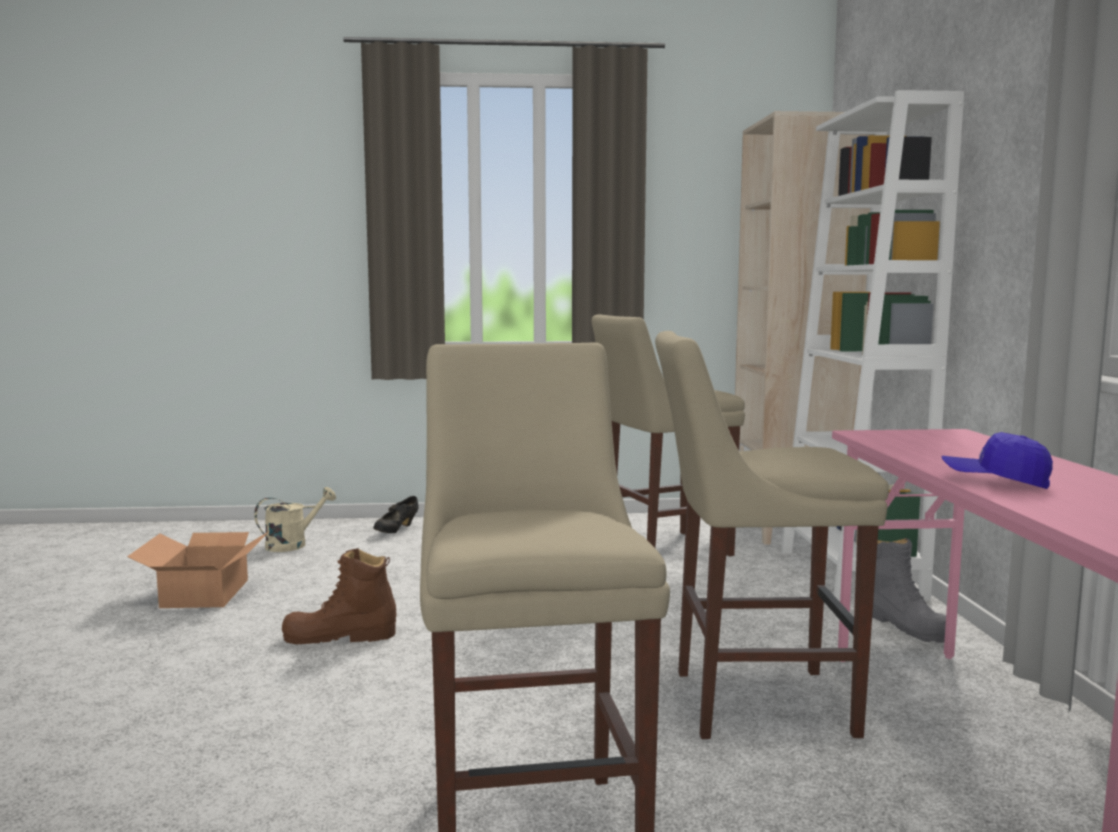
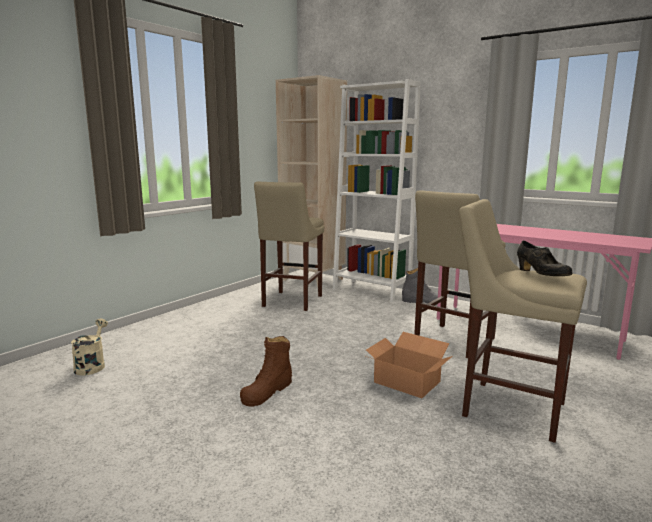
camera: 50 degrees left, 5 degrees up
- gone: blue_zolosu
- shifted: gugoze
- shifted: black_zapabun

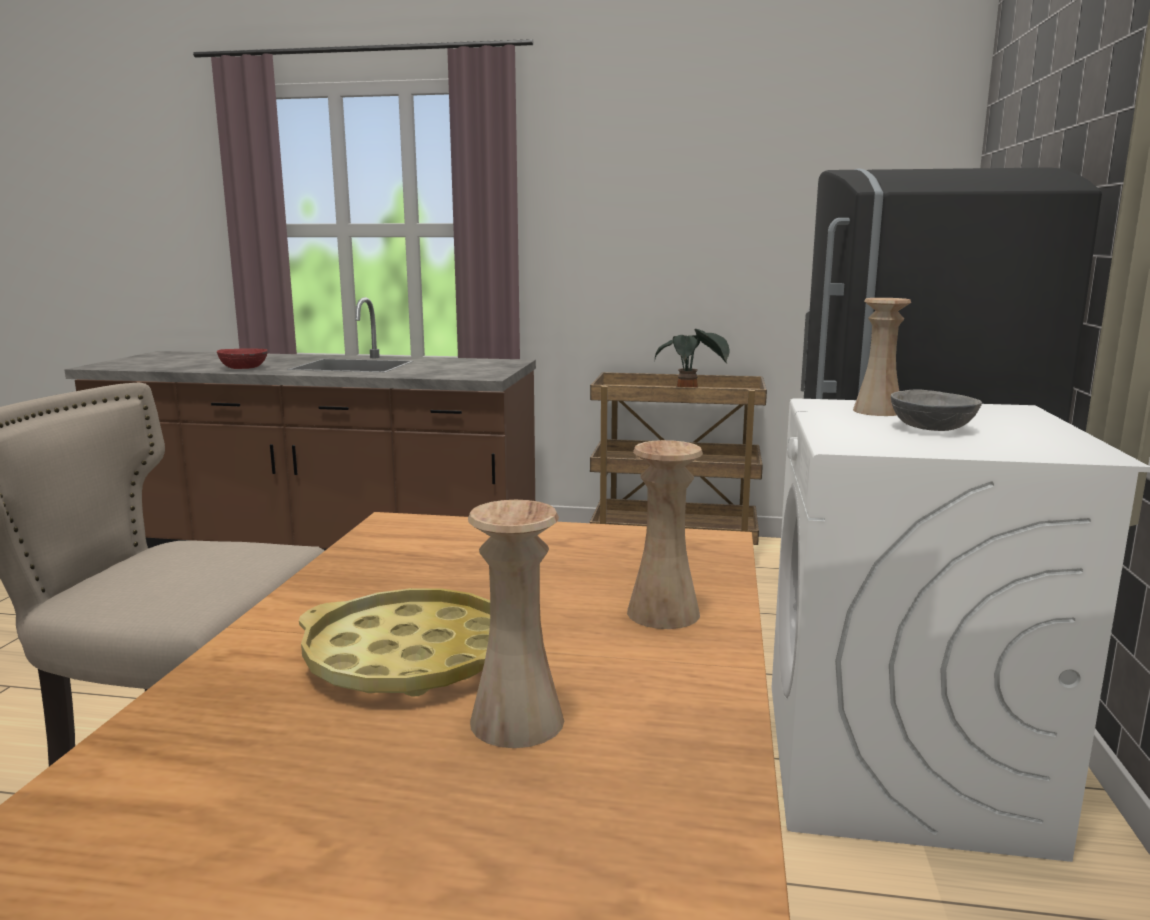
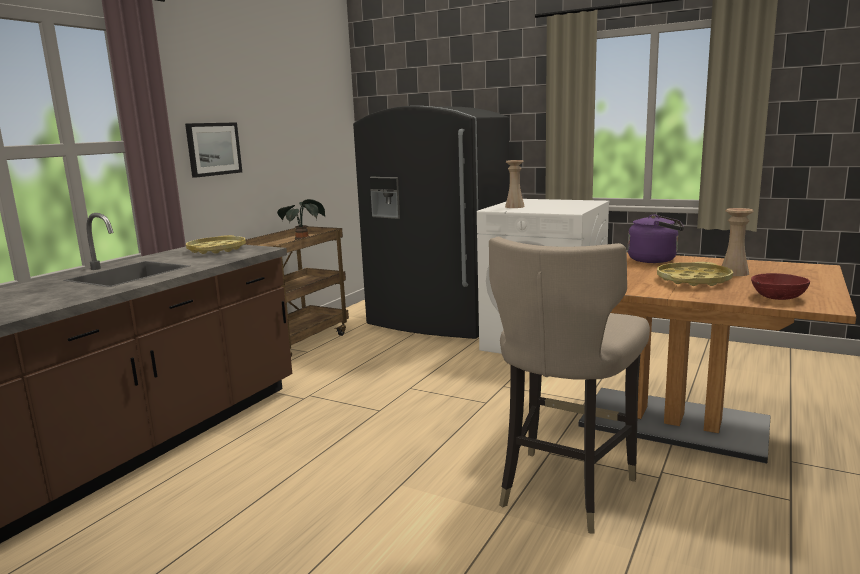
camera: 70 degrees left, 0 degrees up
- gone: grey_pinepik
- new: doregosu
- new: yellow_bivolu (no. 1 from left)
- shifted: red_pinepik
- swapped: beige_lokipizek (no. 2 from left) to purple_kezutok

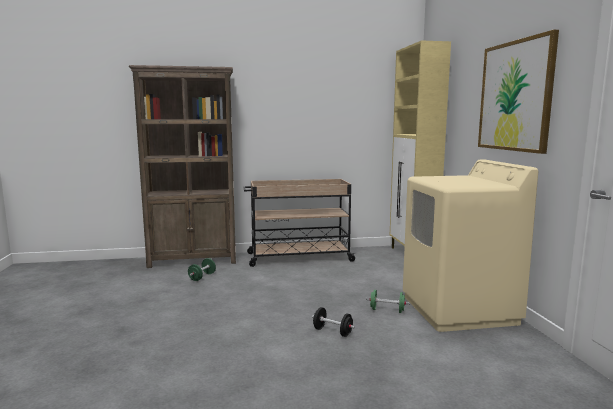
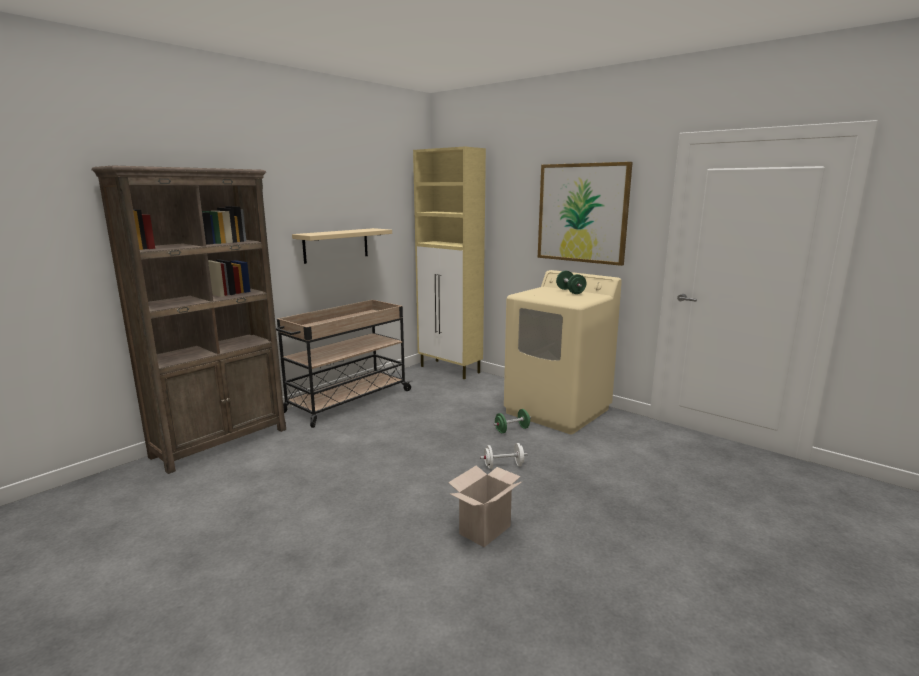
camera: 40 degrees left, 5 degrees up
- new: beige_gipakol
- new: gugoze
- shifted: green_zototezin (no. 1 from left in the first image) to green_zototezin (no. 2 from left)
- repainted: black_zototezin to white_zototezin

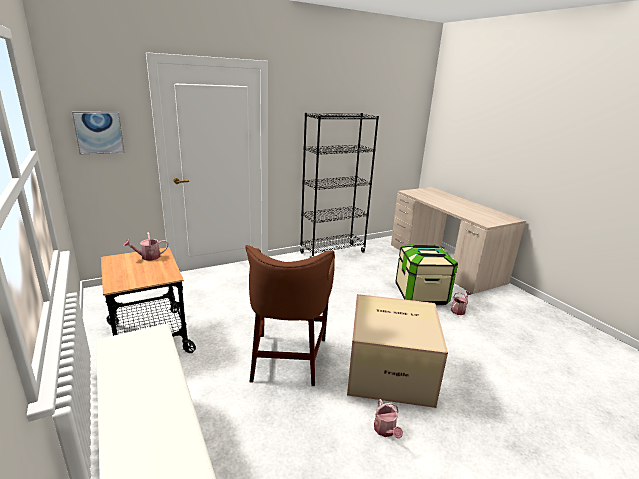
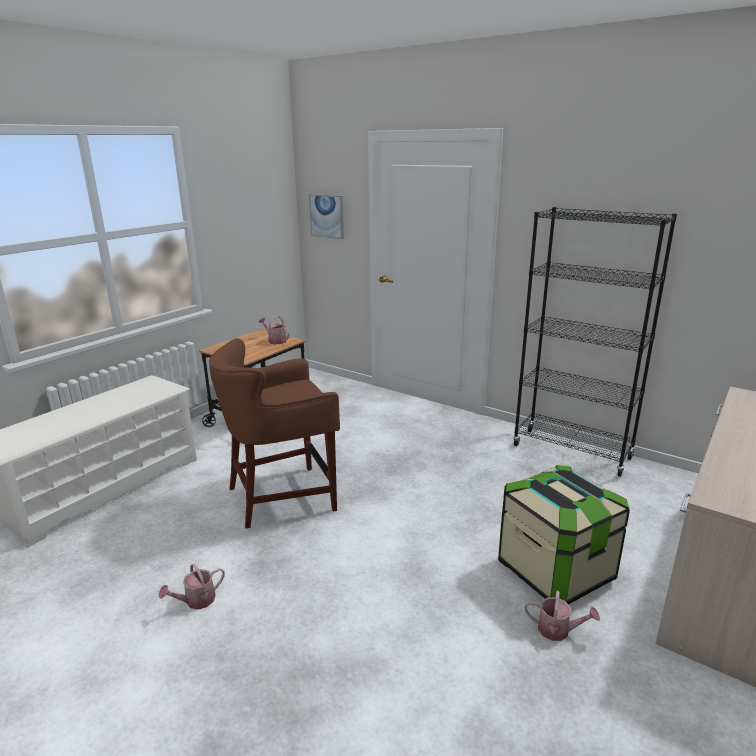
camera: 65 degrees right, 0 degrees up
- gone: gugoze

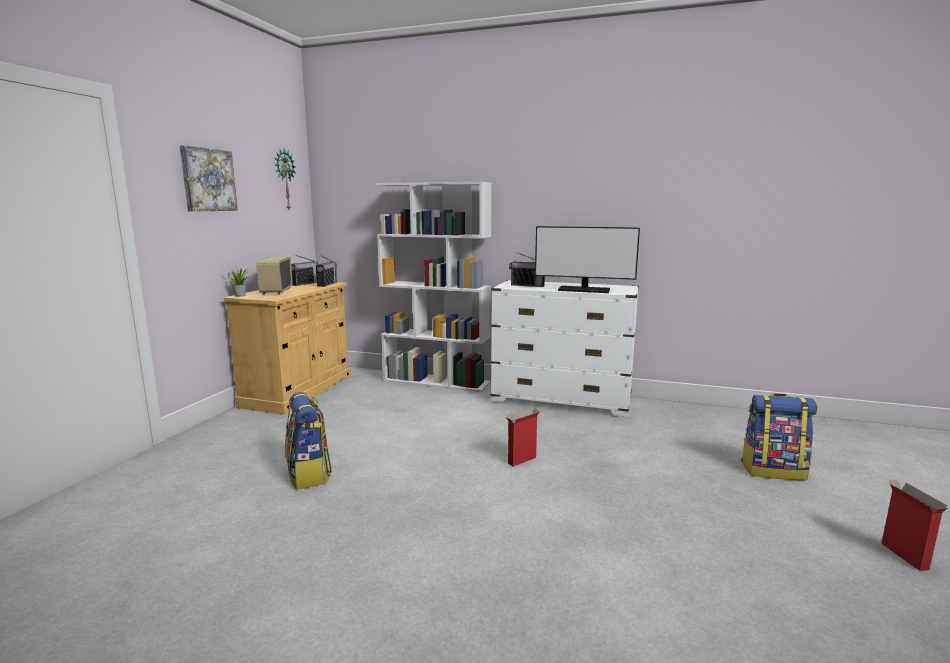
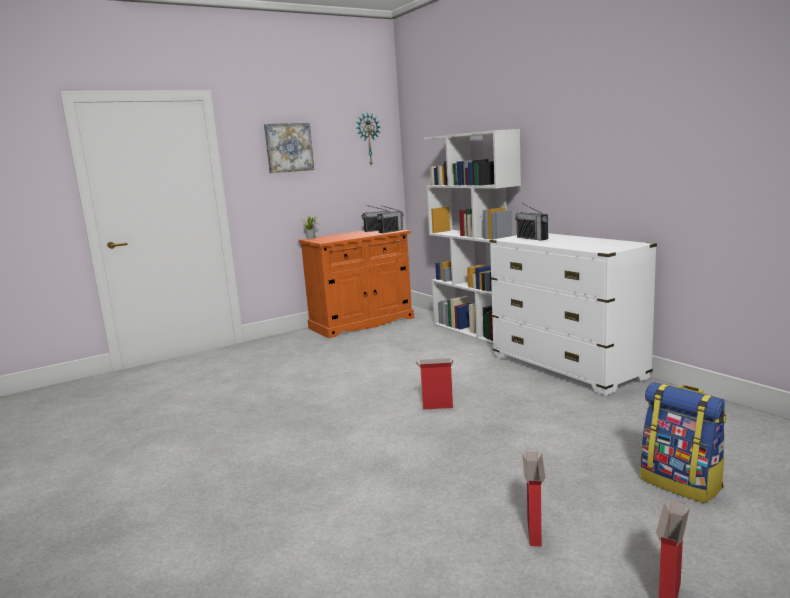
camera: 40 degrees right, 0 degrees up
- gone: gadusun (no. 1 from left)
- gone: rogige (no. 1 from left)
- gone: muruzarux
- new: gugoze (no. 2 from left)
- repainted: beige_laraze to orange_laraze

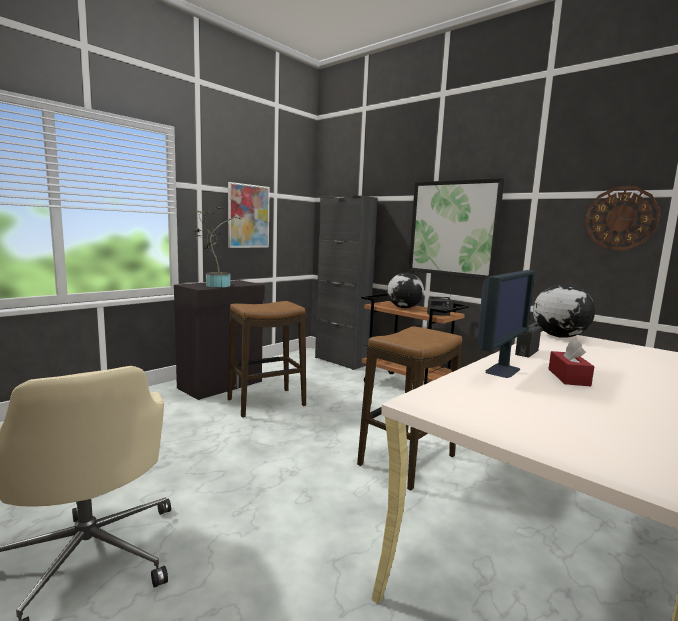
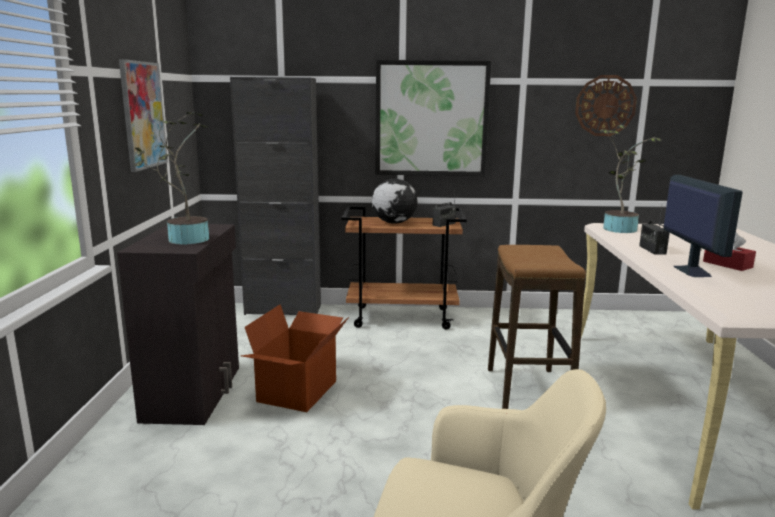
camera: 40 degrees left, 5 degrees up
- swapped: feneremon (no. 1 from left) to gugoze
- swapped: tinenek (no. 2 from left) to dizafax (no. 2 from left)

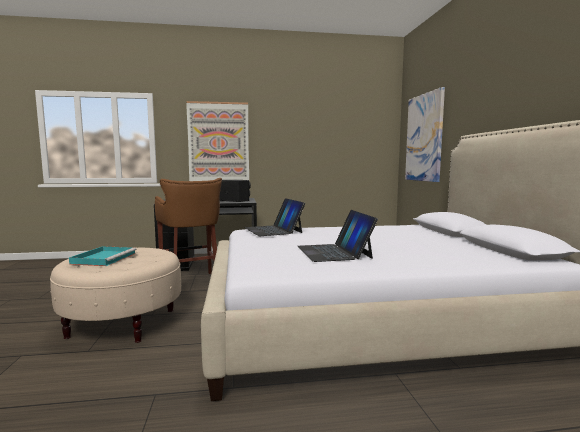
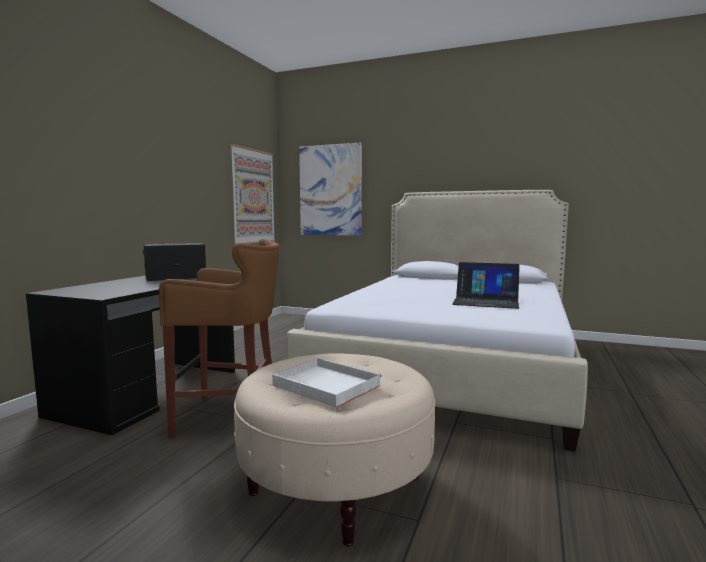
camera: 60 degrees left, 0 degrees up
- gone: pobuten (no. 1 from left)
- shifted: doregosu (no. 1 from left)
- repainted: turquoise_bivolu to white_bivolu

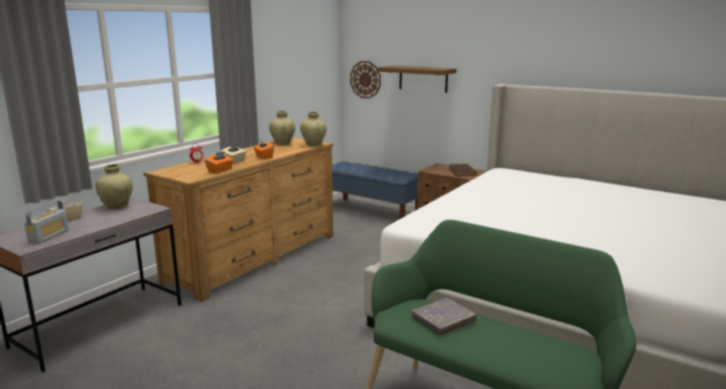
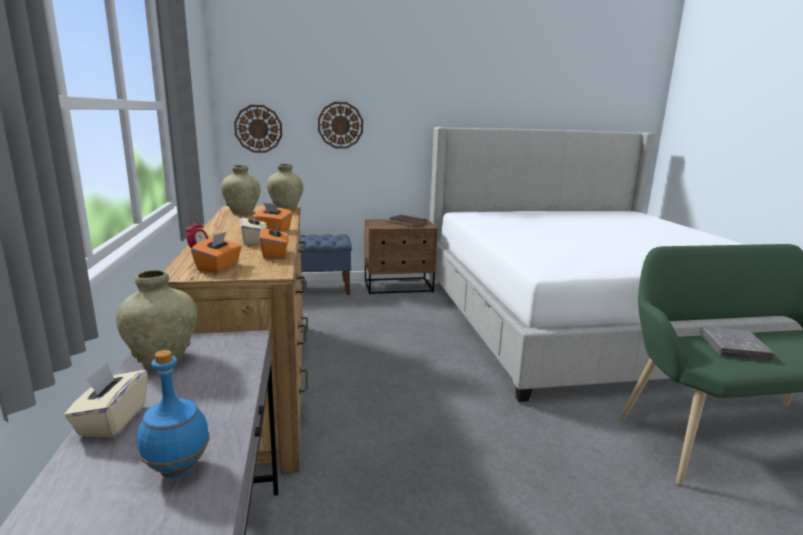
camera: 45 degrees left, 0 degrees up
- new: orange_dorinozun (no. 1 from left)
- swapped: gadusun to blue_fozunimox
- swapped: gipakol to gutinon (no. 2 from left)

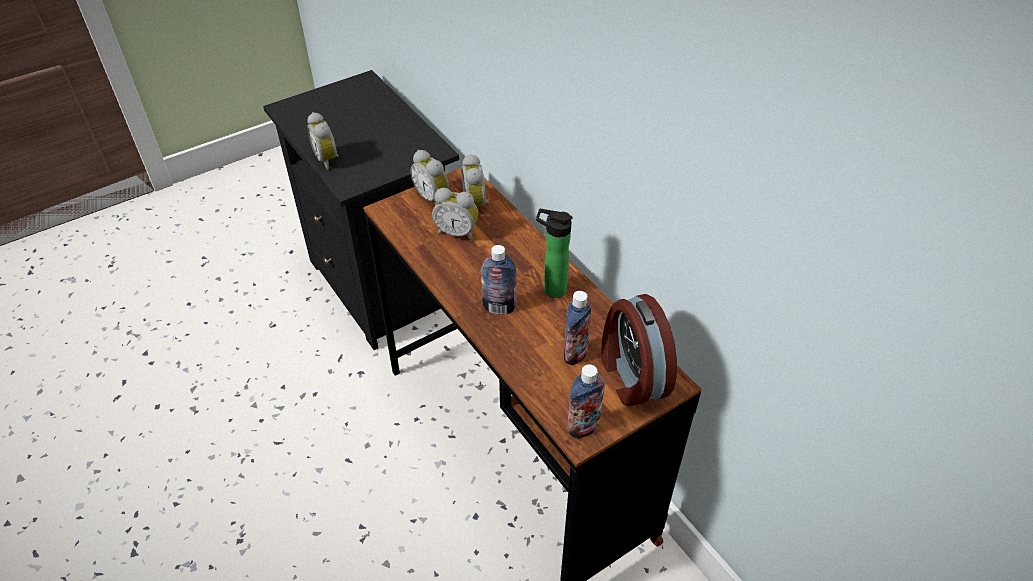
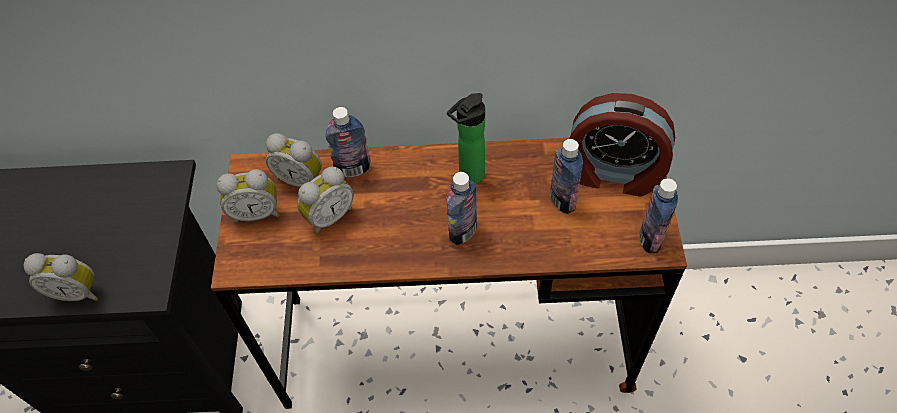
camera: 55 degrees left, 10 degrees up
- new: fozunimox (no. 1 from left)

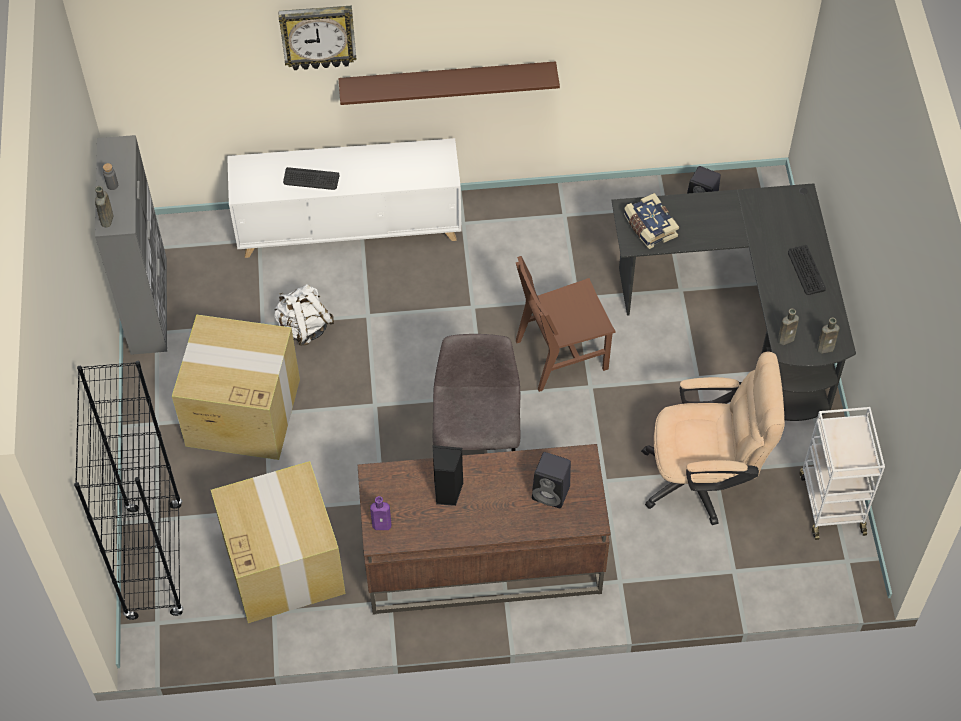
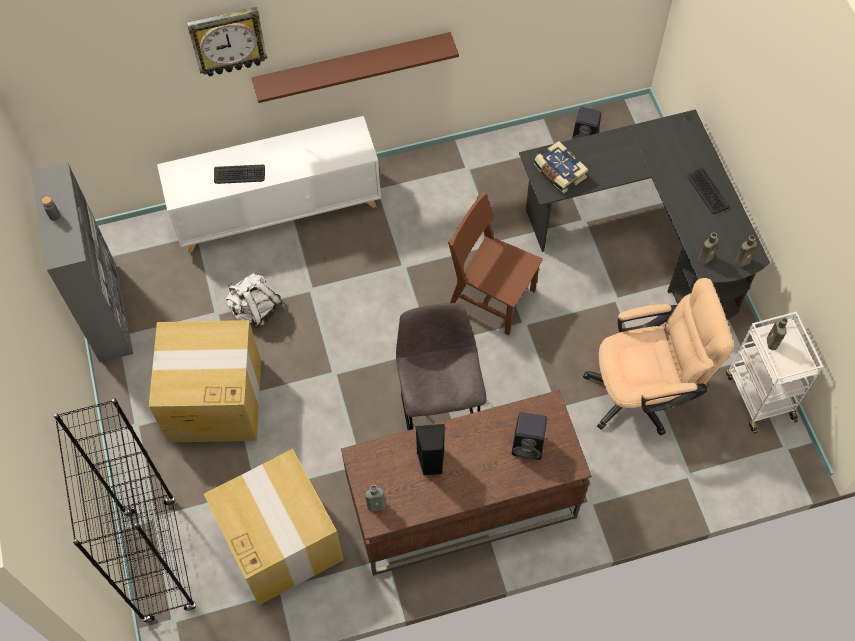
camera: 10 degrees left, 5 degrees up
- shifted: brown_fozunimox (no. 1 from left in the first image) to brown_fozunimox (no. 3 from left)
- repainted: purple_fozunimox to grey_fozunimox (no. 2 from left)
- rotated: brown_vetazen 60 degrees clockwise

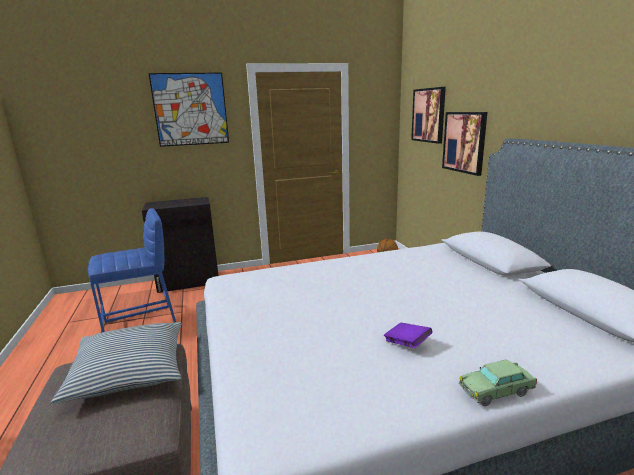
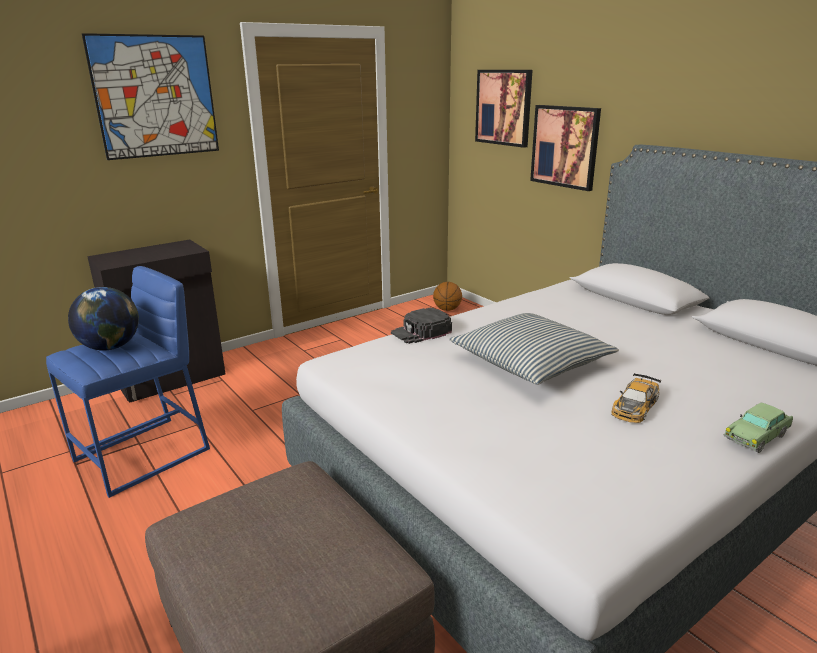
camera: 20 degrees left, 5 degrees up
- new: tinenek
- new: black_zolosu
- shifted: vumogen
- swapped: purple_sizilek to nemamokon (no. 1 from left)

